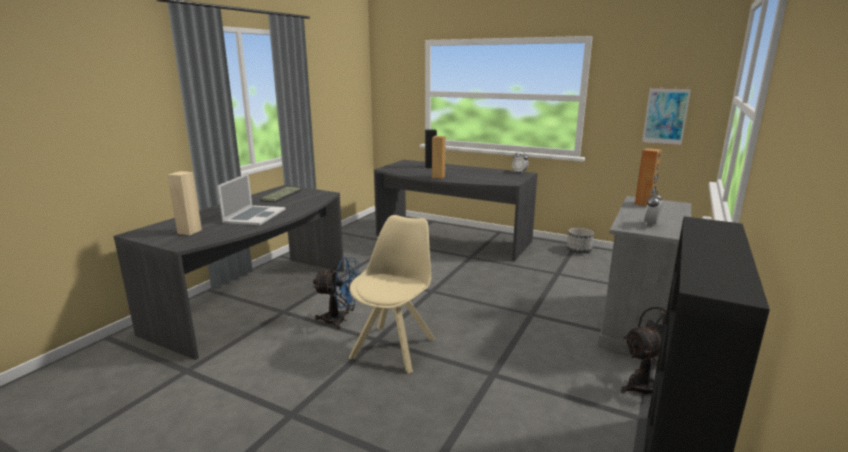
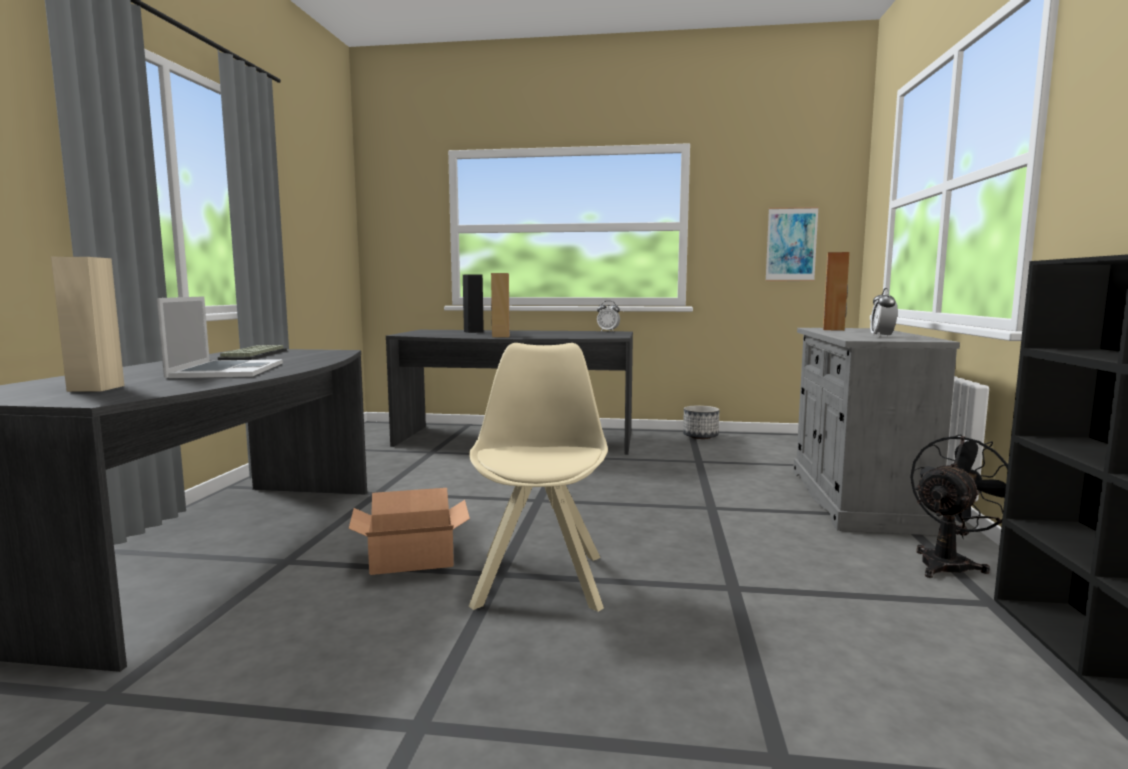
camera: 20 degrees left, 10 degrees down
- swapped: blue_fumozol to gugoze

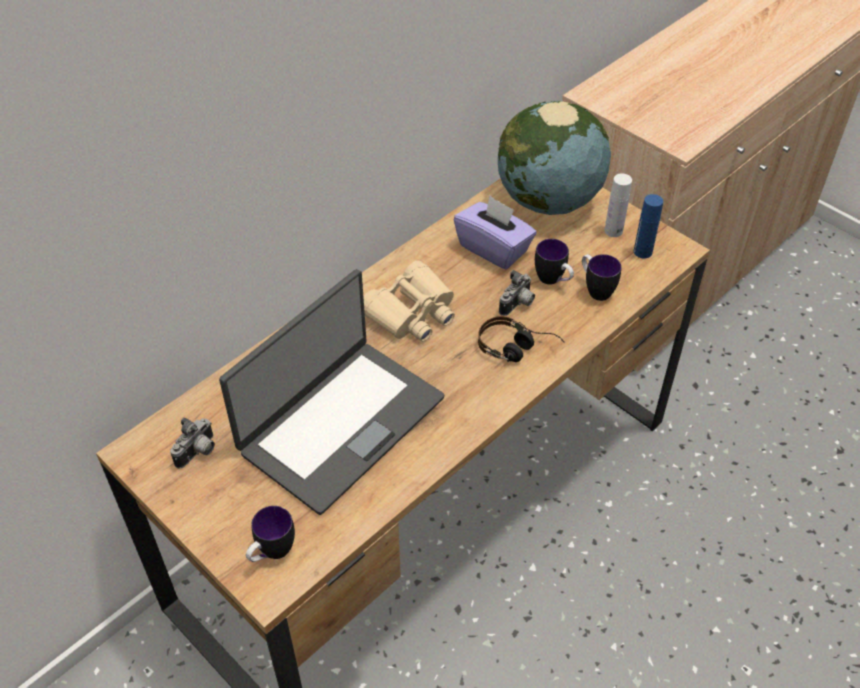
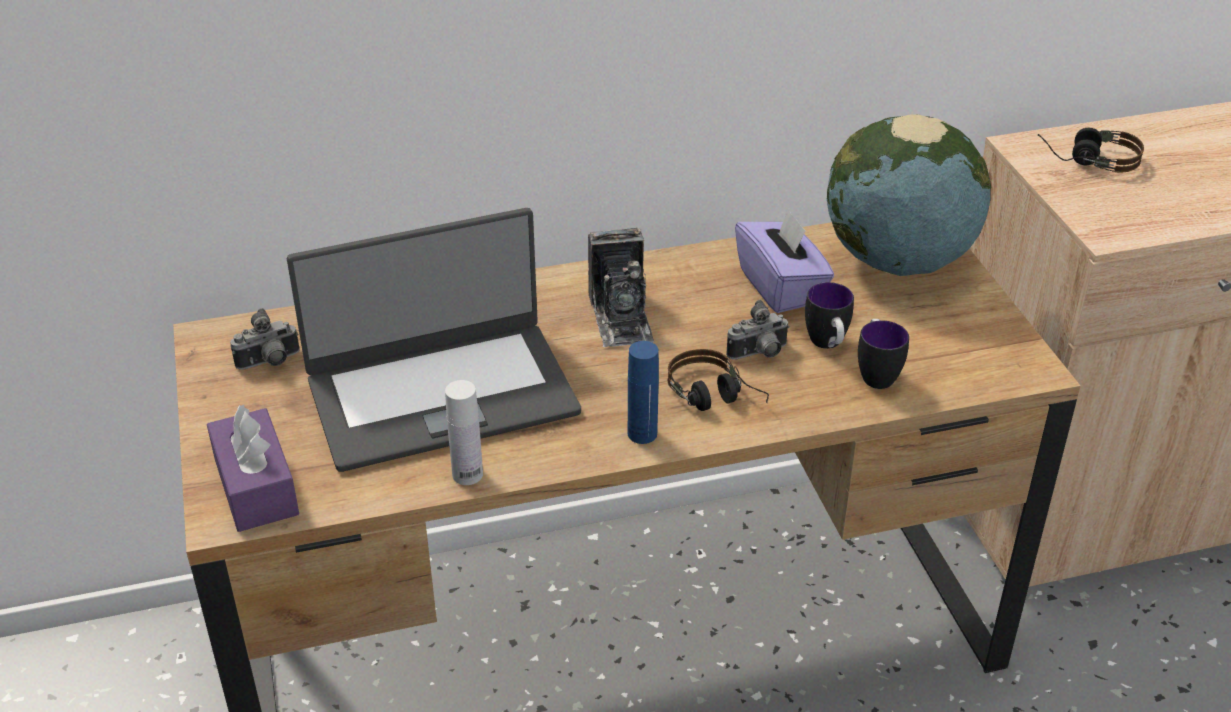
camera: 30 degrees right, 10 degrees down
- new: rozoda (no. 2 from left)
- shifted: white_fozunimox
- shifted: blue_fozunimox
- swapped: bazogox (no. 1 from left) to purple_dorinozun (no. 1 from left)
- swapped: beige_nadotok to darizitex (no. 2 from left)

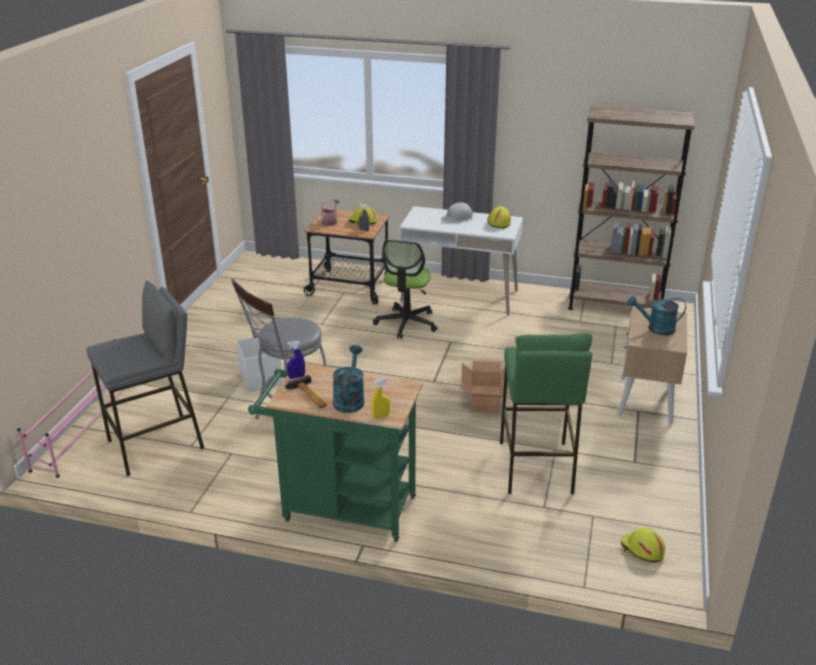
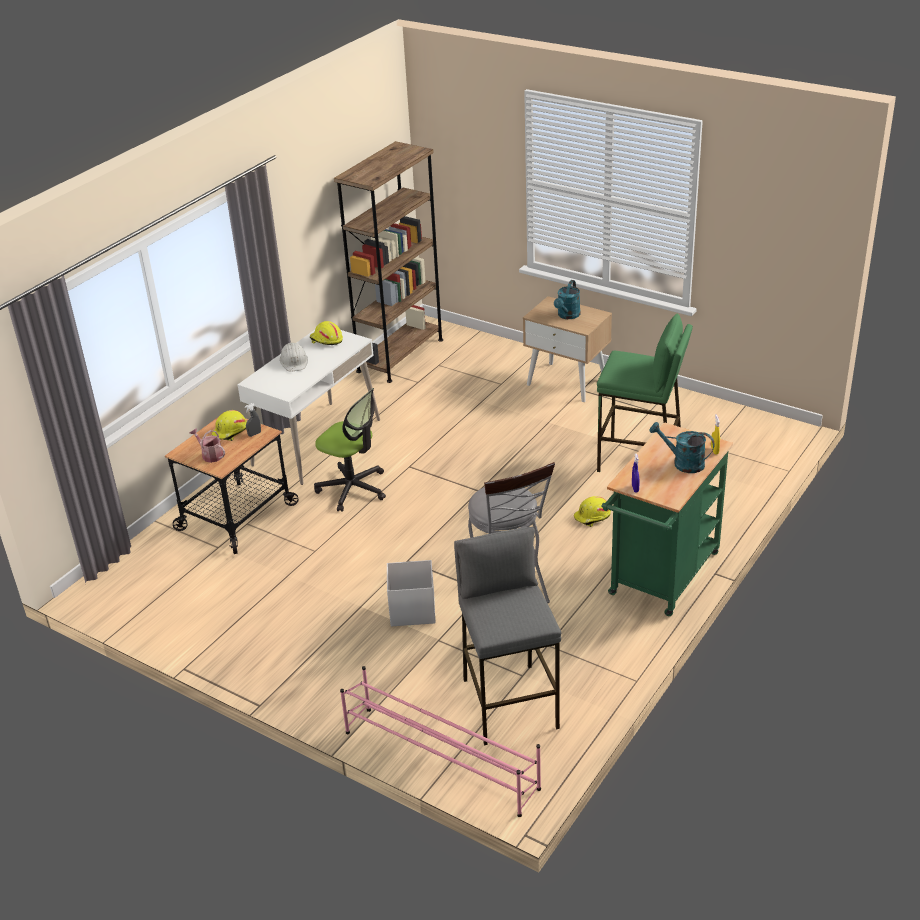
camera: 70 degrees left, 5 degrees up
- gone: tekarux
- gone: gugoze
- shifted: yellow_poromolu (no. 3 from left)

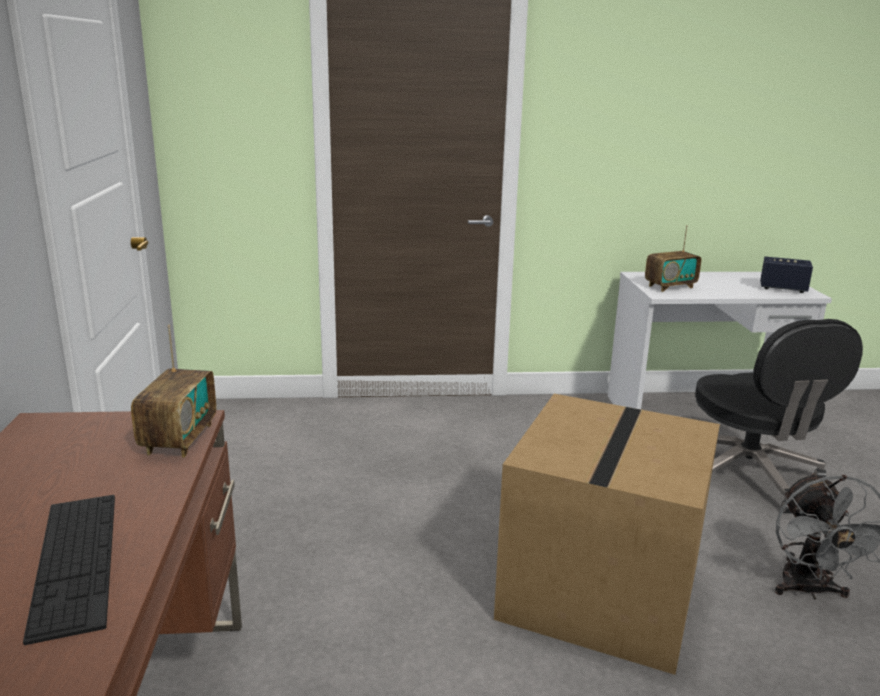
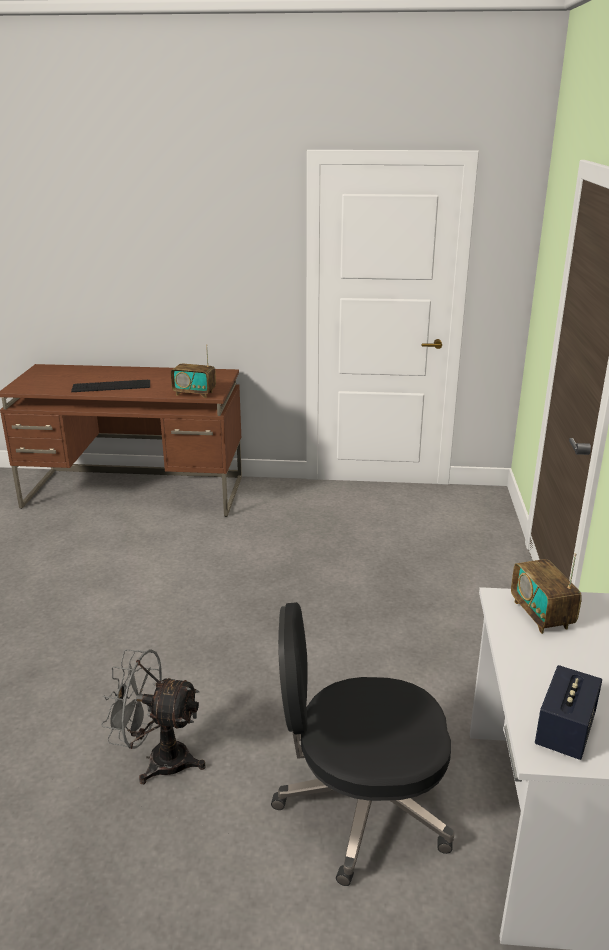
camera: 100 degrees right, 5 degrees up
- gone: gugoze

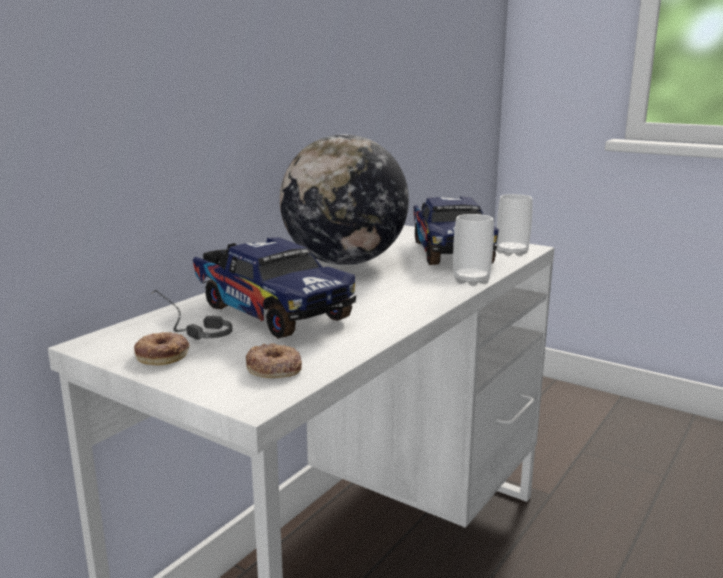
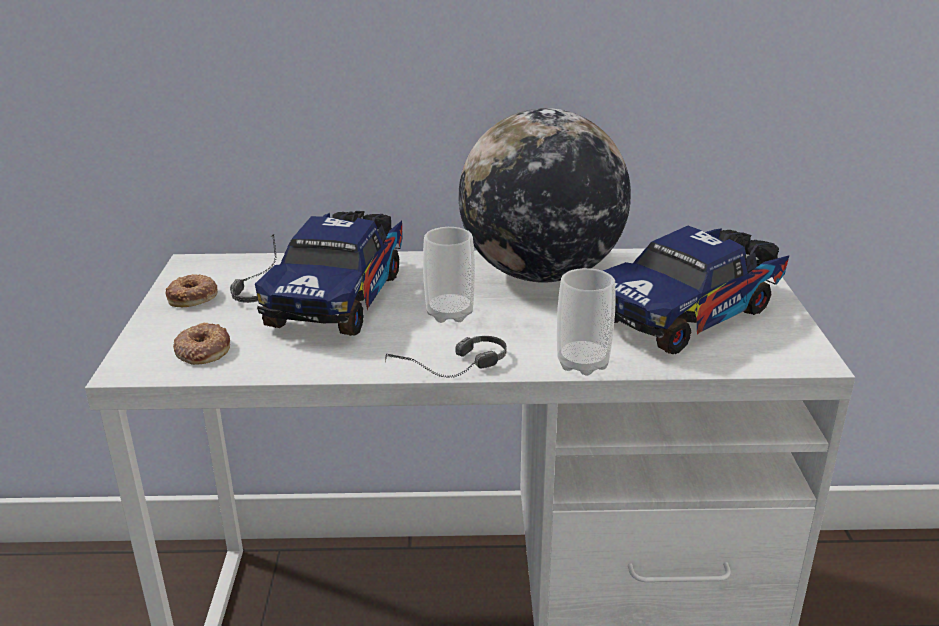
camera: 55 degrees right, 10 degrees up
- new: rozoda (no. 2 from left)
- shifted: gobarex (no. 2 from left in the first image) to gobarex (no. 1 from left)

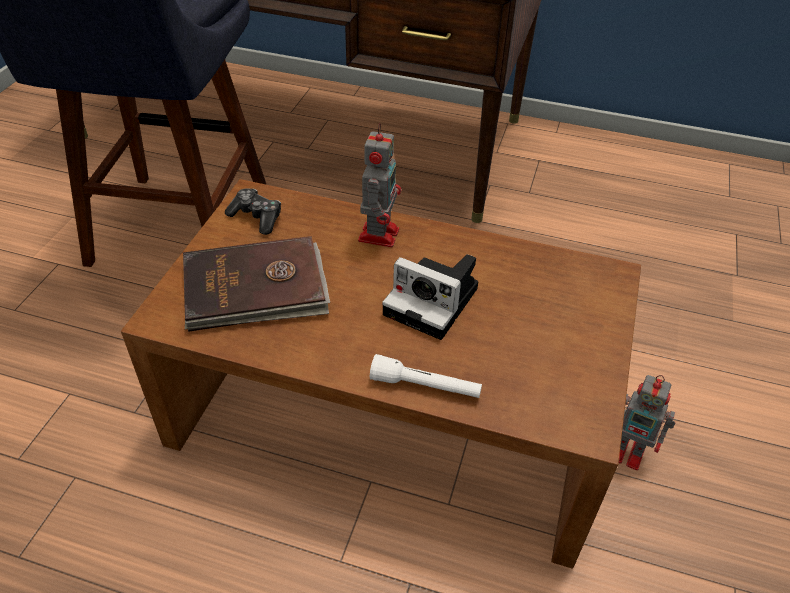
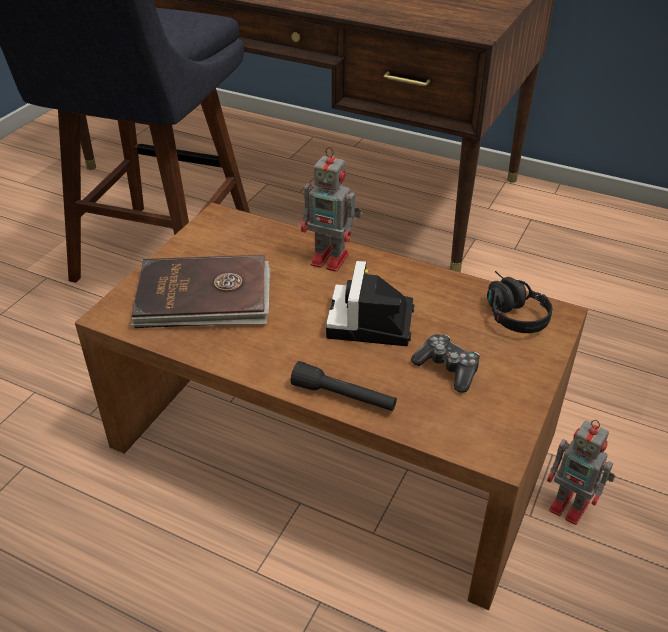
camera: 10 degrees right, 5 degrees down
- new: black_rozoda
- shifted: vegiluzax
- repainted: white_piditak to black_piditak
- rotated: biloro (no. 1 from left) 90 degrees clockwise
- rotated: darizitex 60 degrees clockwise

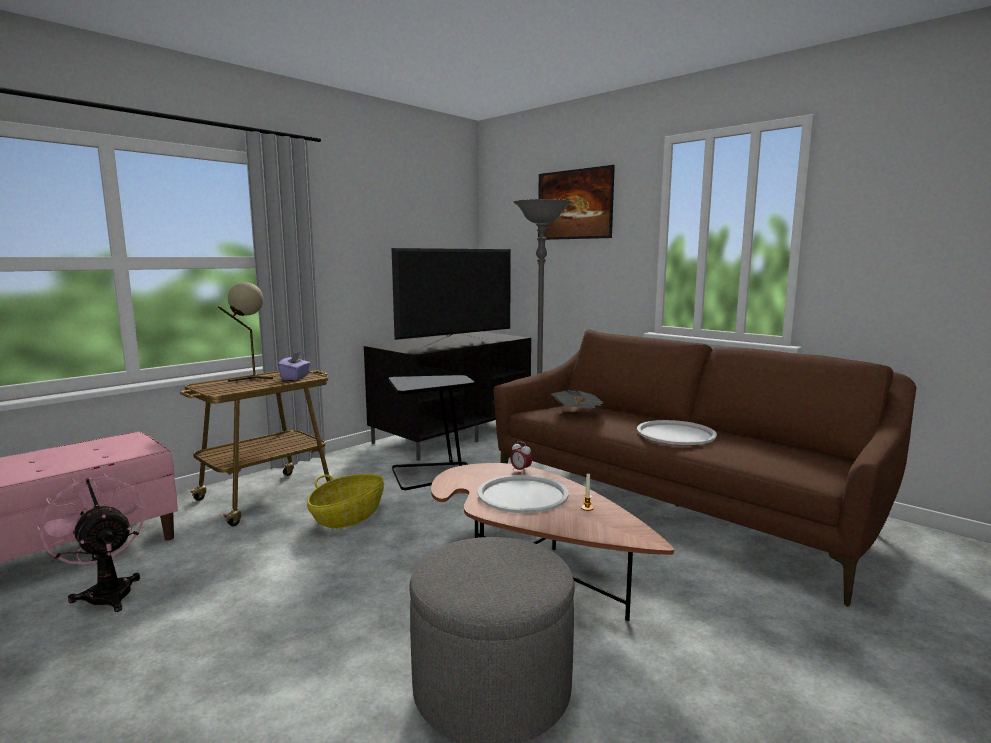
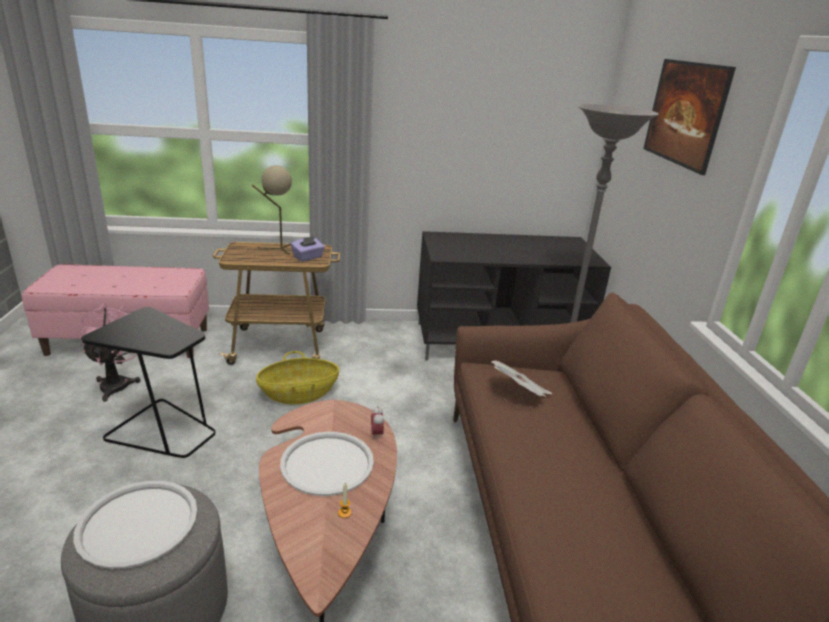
camera: 40 degrees right, 15 degrees up
- gone: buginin
- shifted: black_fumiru
- shifted: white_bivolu (no. 2 from left in the first image) to white_bivolu (no. 1 from left)

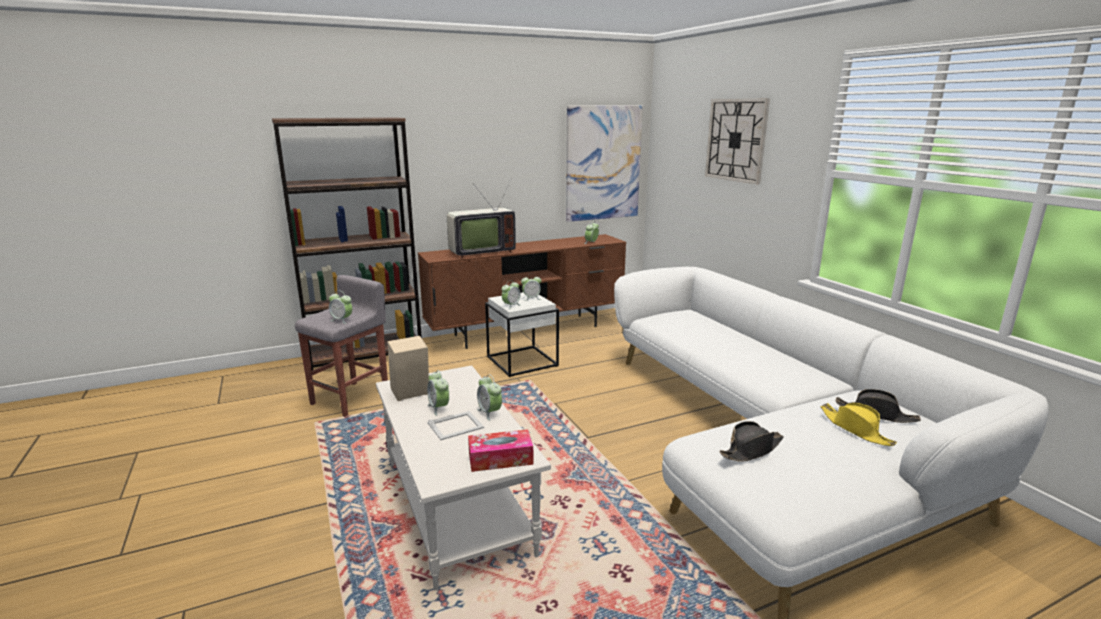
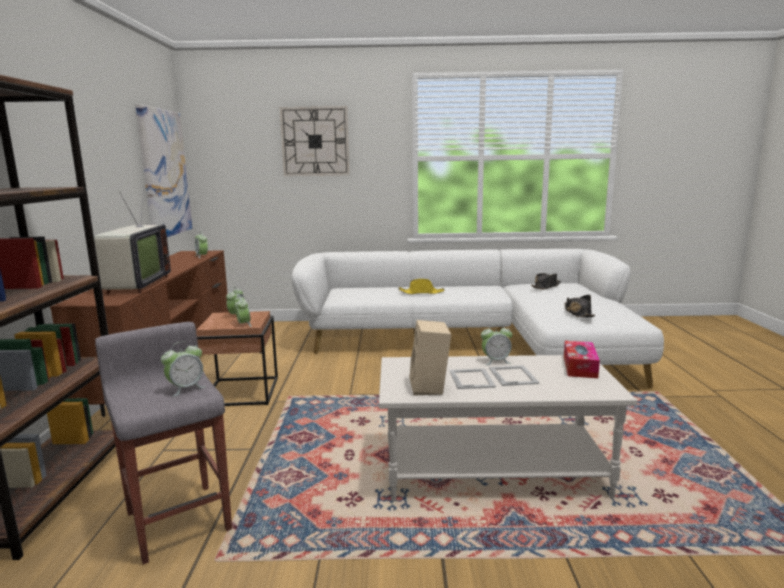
camera: 65 degrees left, 5 degrees down
- shifted: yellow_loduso
- swapped: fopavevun (no. 2 from left) to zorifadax (no. 1 from left)
- repainted: white_fumiru to brown_fumiru

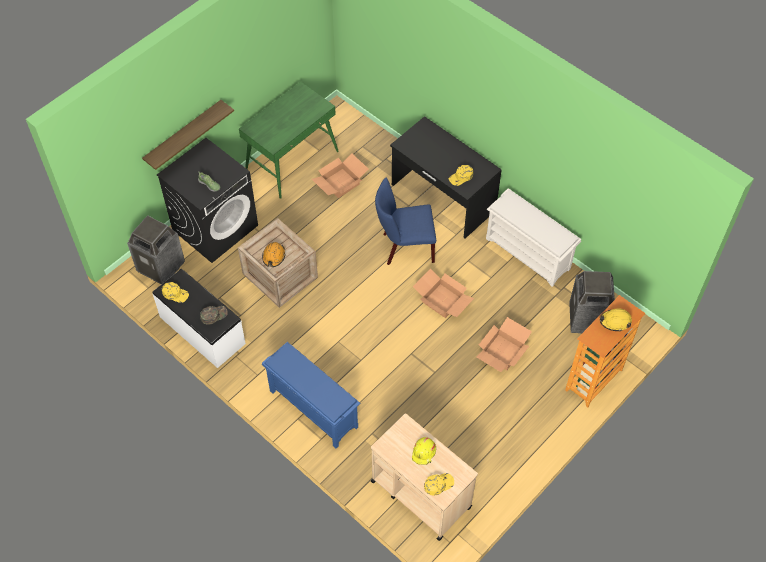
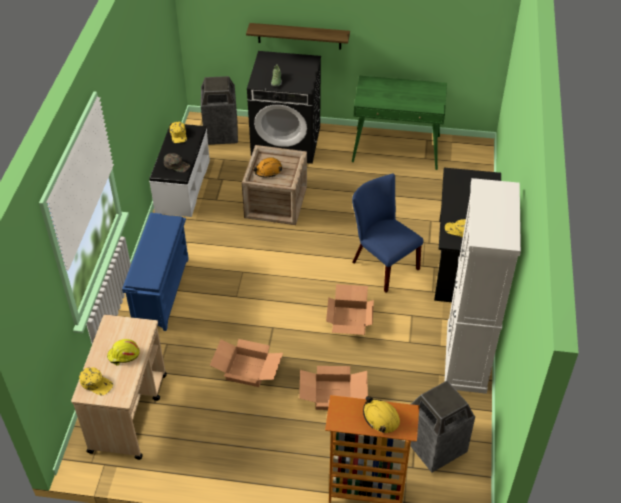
camera: 55 degrees right, 10 degrees down
- shifted: gugoze (no. 1 from left)
- swapped: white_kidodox to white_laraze

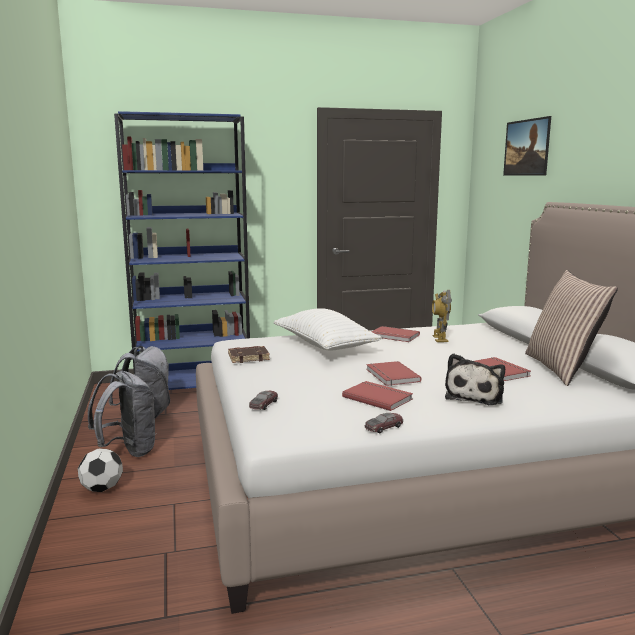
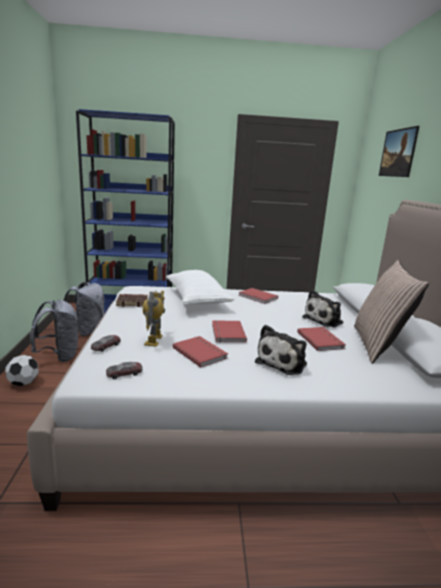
camera: 10 degrees right, 5 degrees up
- new: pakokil (no. 2 from left)
- shifted: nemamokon (no. 2 from left)
- shifted: biloro

